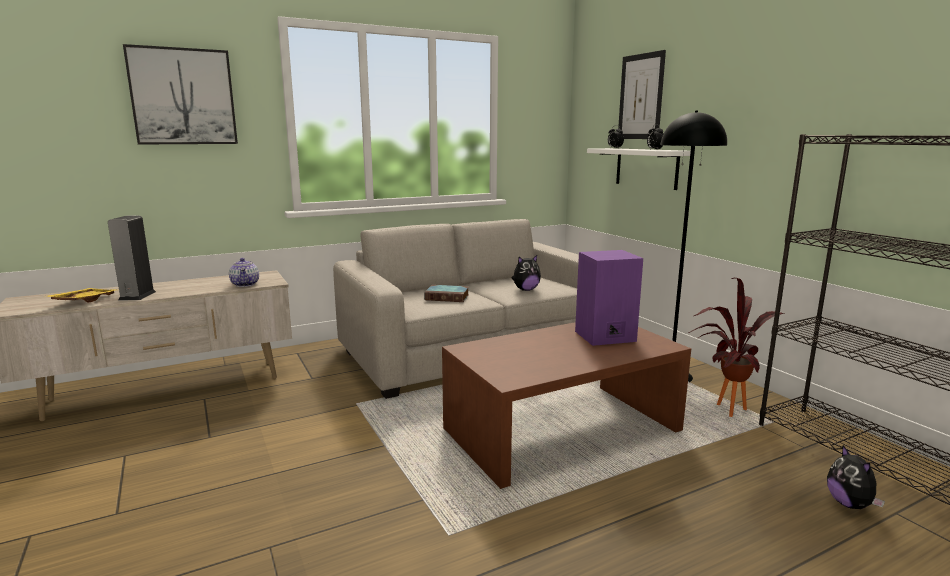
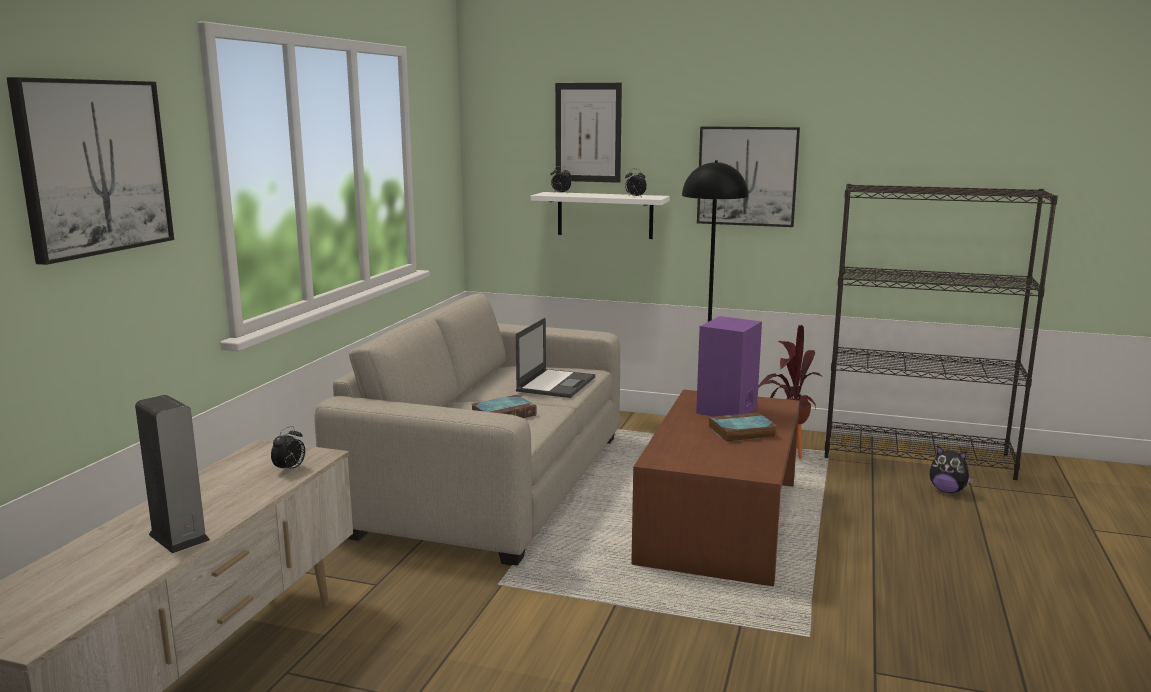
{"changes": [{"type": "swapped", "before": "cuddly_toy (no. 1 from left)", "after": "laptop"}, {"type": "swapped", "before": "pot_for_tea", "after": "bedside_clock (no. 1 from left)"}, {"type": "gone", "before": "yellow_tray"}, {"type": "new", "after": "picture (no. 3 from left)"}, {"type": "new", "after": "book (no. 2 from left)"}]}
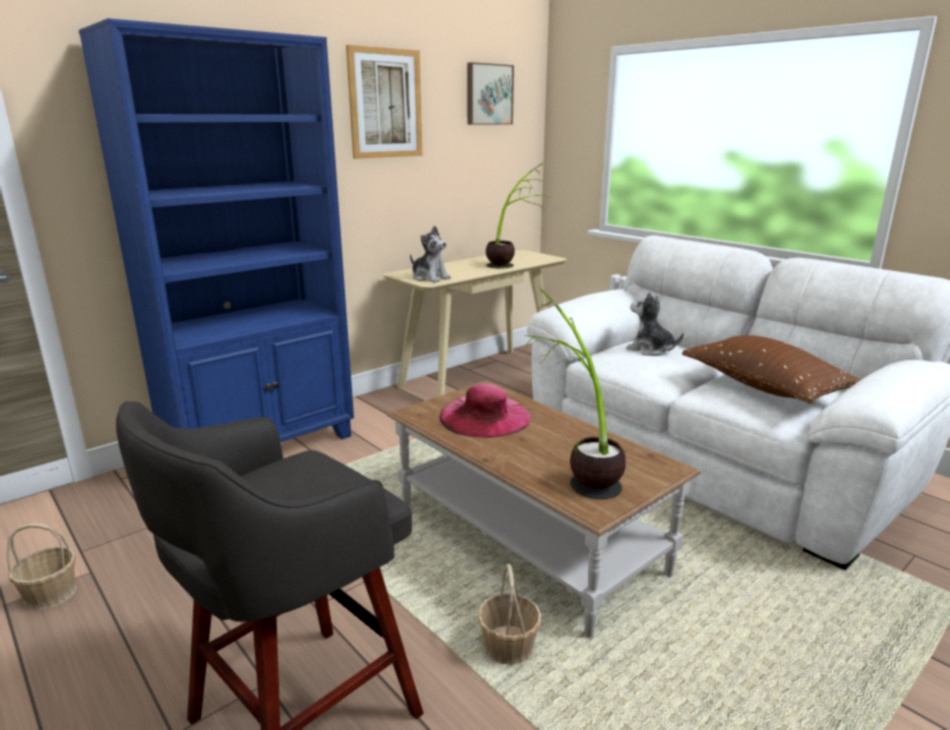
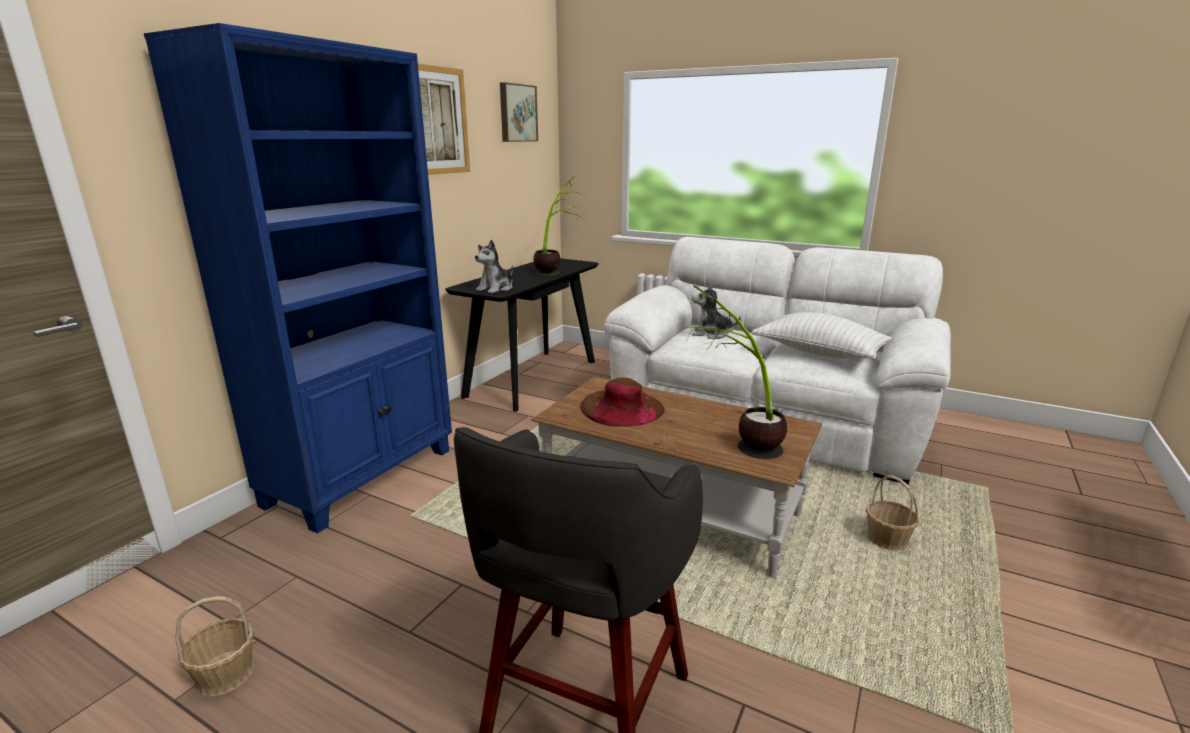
{"changes": [{"type": "rotated", "before": "cuddly_toy (no. 1 from left)", "turn": 105}, {"type": "repainted", "before": "beige-coloured_narrow_table", "after": "black_narrow_table"}, {"type": "repainted", "before": "brown_cushion", "after": "whitish_cushion"}, {"type": "repainted", "before": "pinkish_hat", "after": "brown_hat"}, {"type": "shifted", "before": "household_basket (no. 2 from left)"}]}
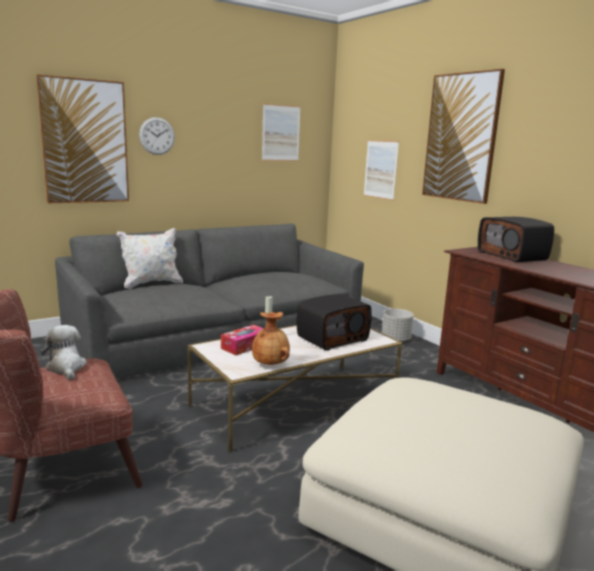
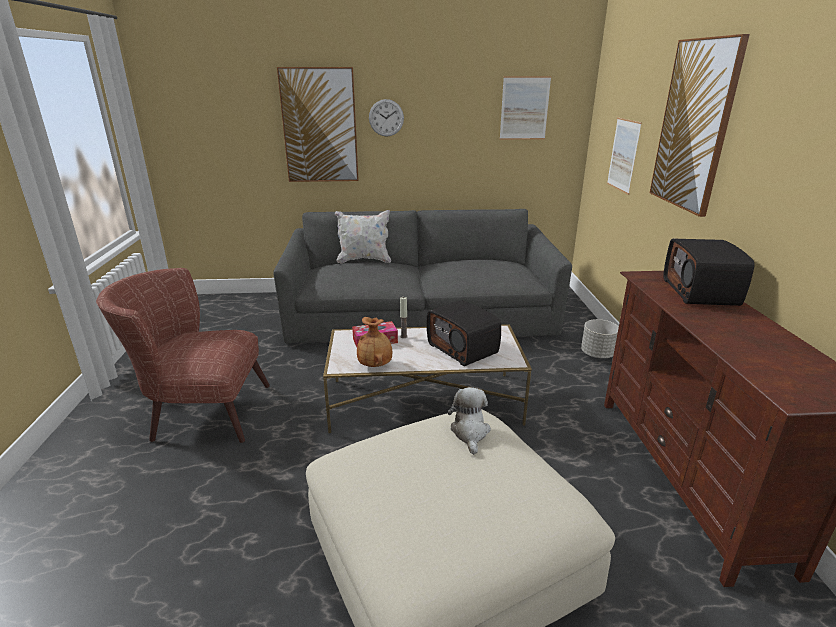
{"changes": [{"type": "rotated", "before": "radio (no. 1 from left)", "turn": 60}, {"type": "shifted", "before": "cuddly_toy"}]}
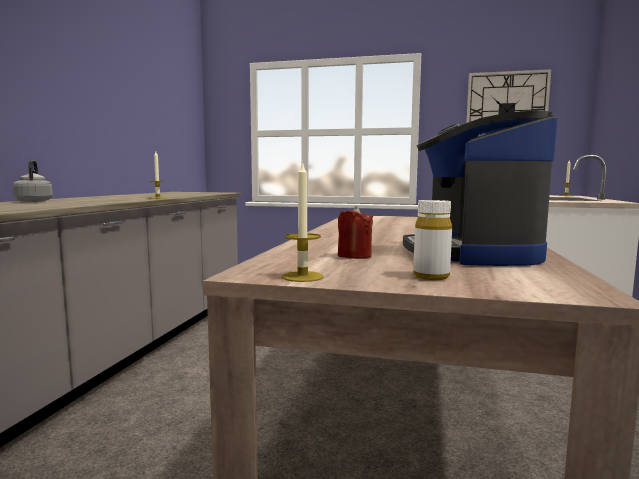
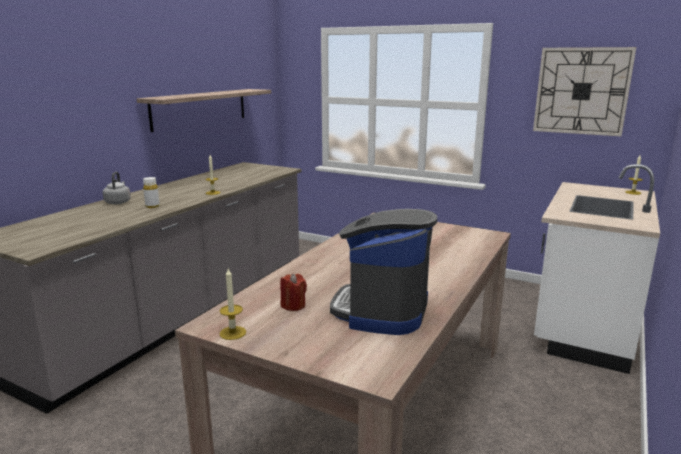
{"changes": [{"type": "shifted", "before": "whitish_bottle"}, {"type": "new", "after": "bracket_shelf"}]}
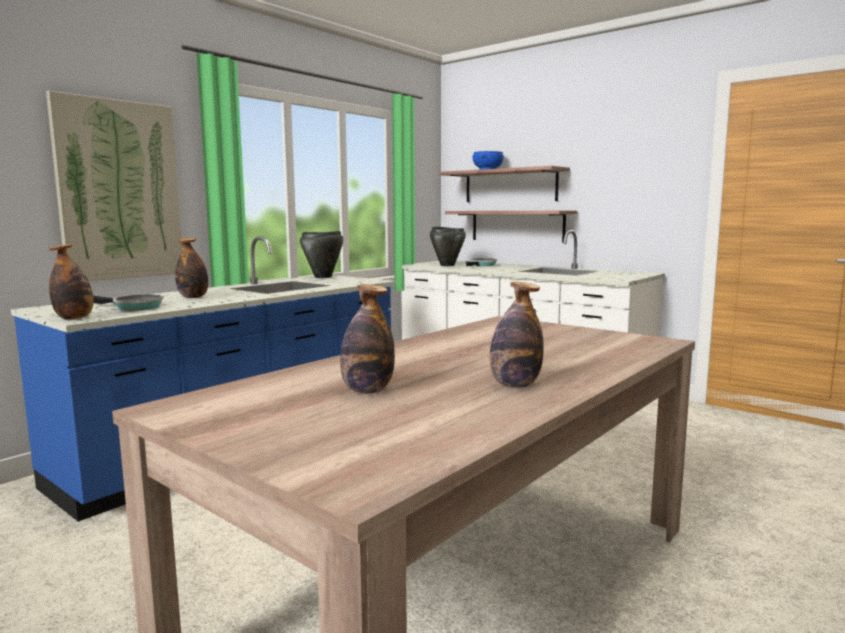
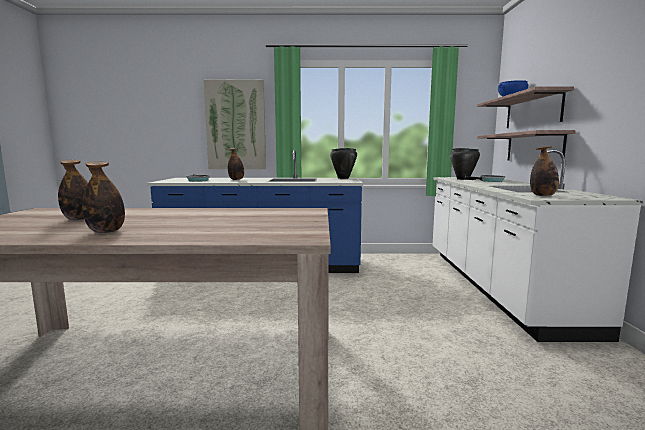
{"changes": [{"type": "shifted", "before": "bottle (no. 1 from left in the first image)", "after": "bottle (no. 4 from left)"}]}
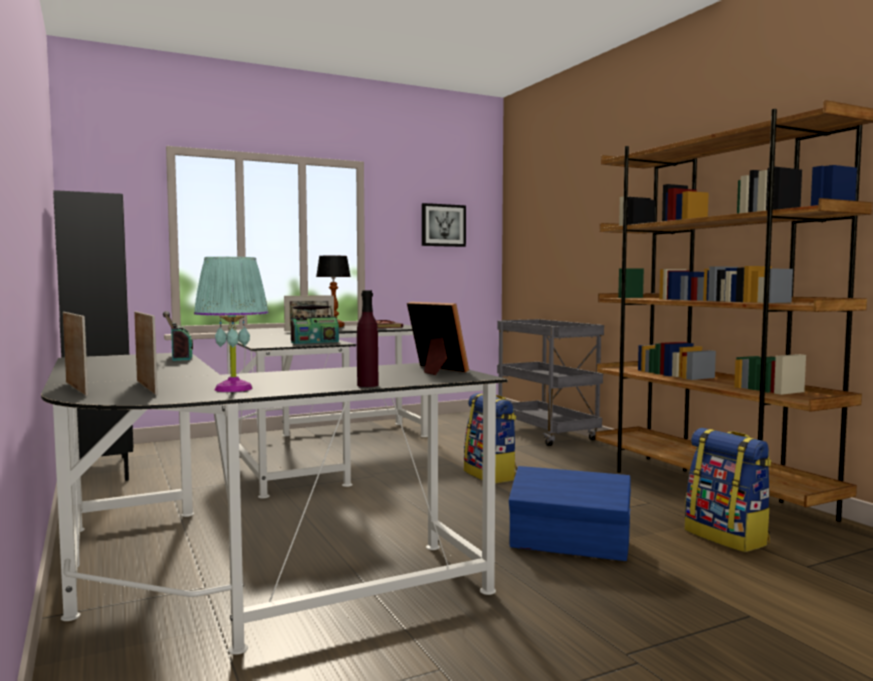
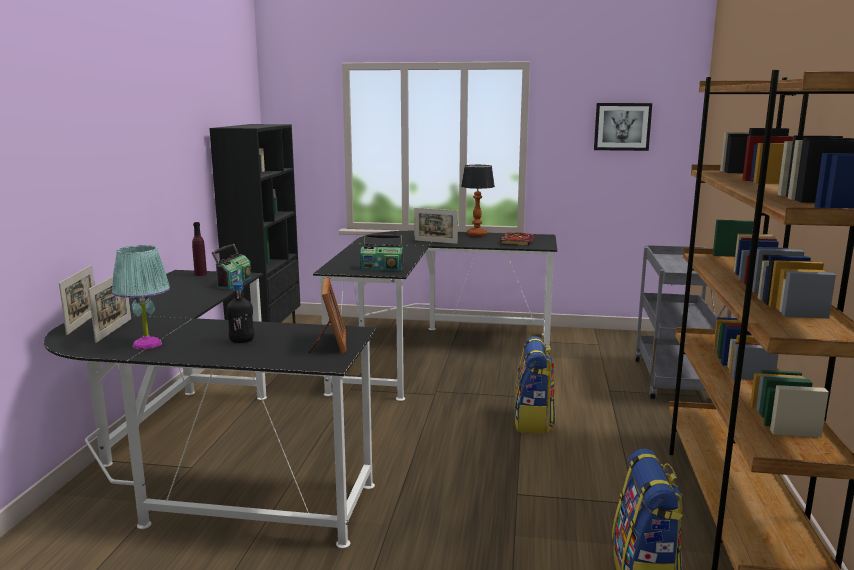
{"changes": [{"type": "shifted", "before": "purple-coloured_bottle"}, {"type": "gone", "before": "bluish_storage_container"}, {"type": "new", "after": "black_bottle"}]}
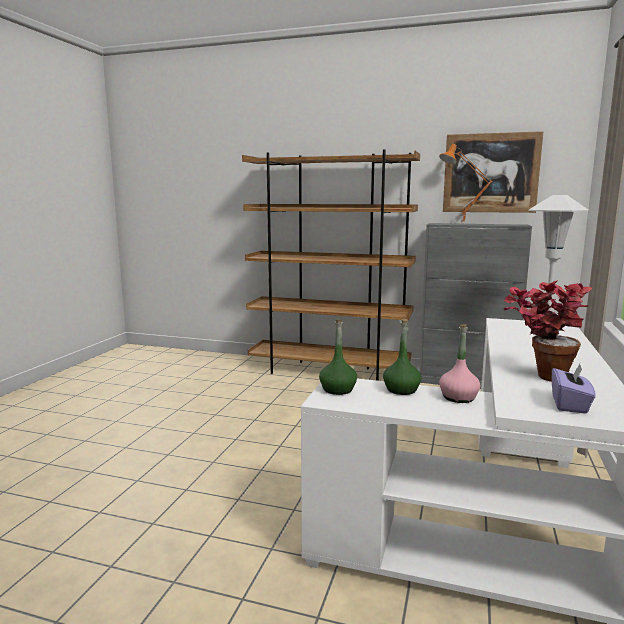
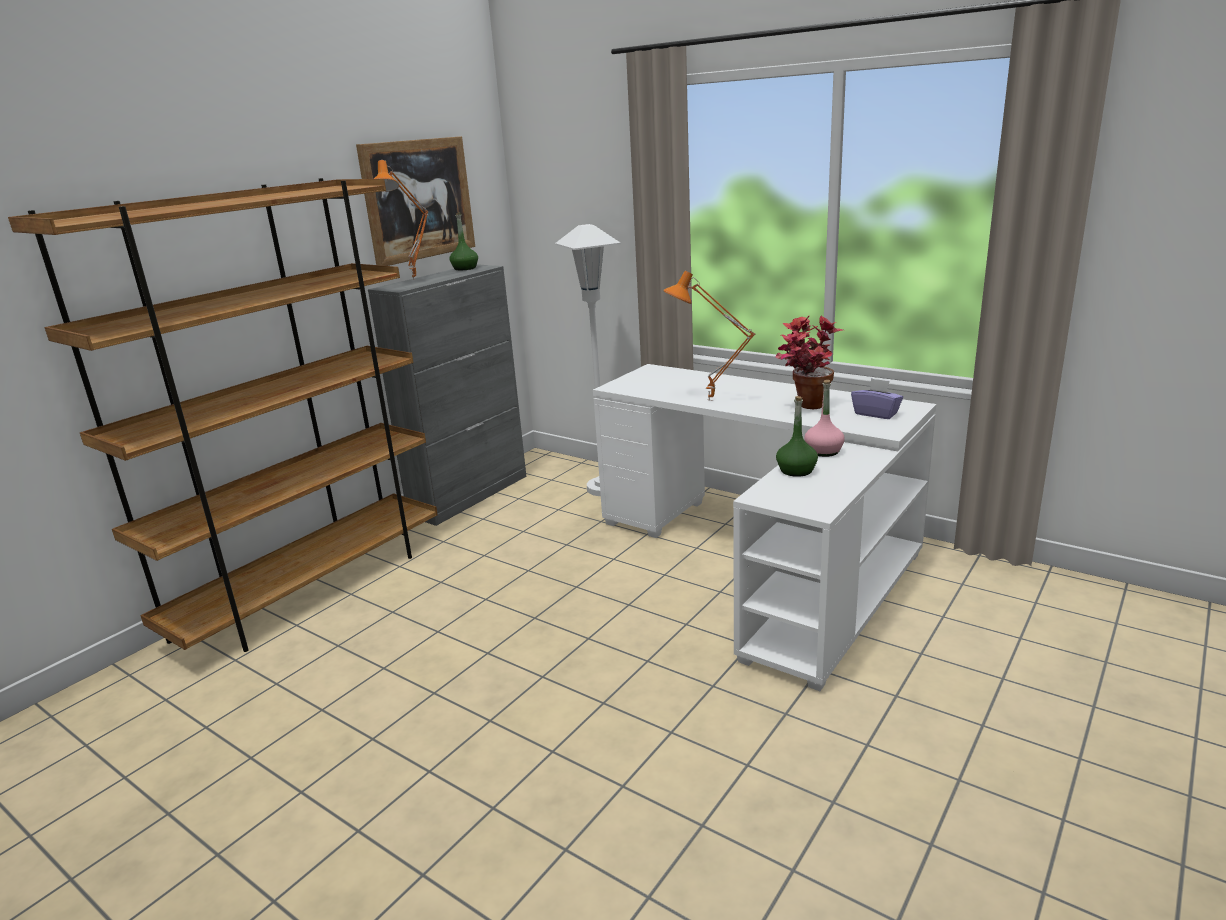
{"changes": [{"type": "shifted", "before": "green-coloured_bottle (no. 1 from left)"}, {"type": "new", "after": "orange-coloured_table_lamp (no. 2 from left)"}]}
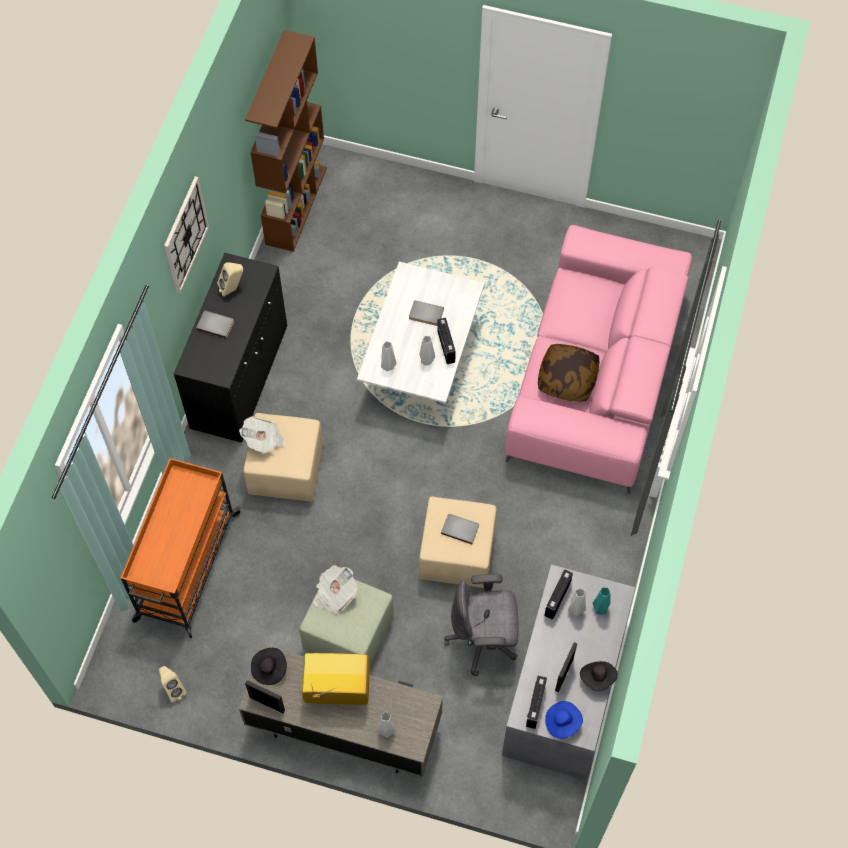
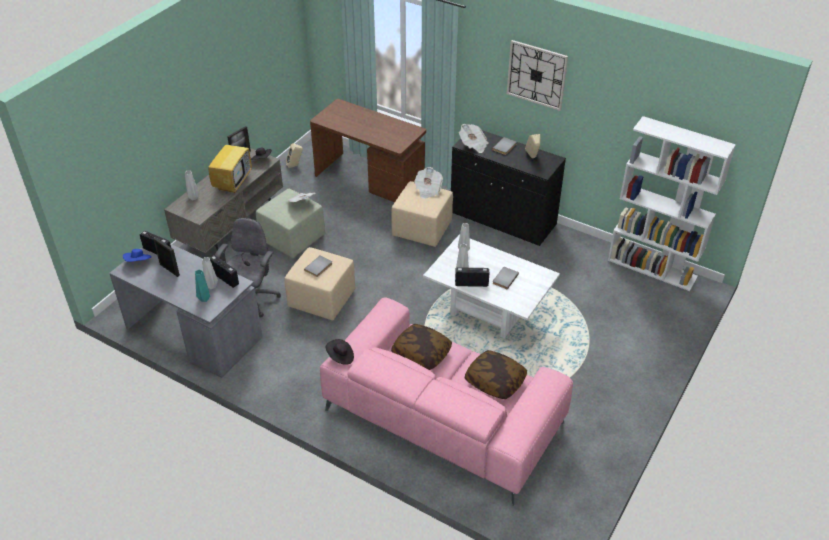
{"changes": [{"type": "repainted", "before": "brown_shelving_unit", "after": "whitish_shelving_unit"}, {"type": "swapped", "before": "orange-coloured_cart", "after": "brown_desk_table"}, {"type": "shifted", "before": "black_hat (no. 2 from left)"}, {"type": "new", "after": "newspaper (no. 3 from left)"}, {"type": "new", "after": "cushion (no. 2 from left)"}]}
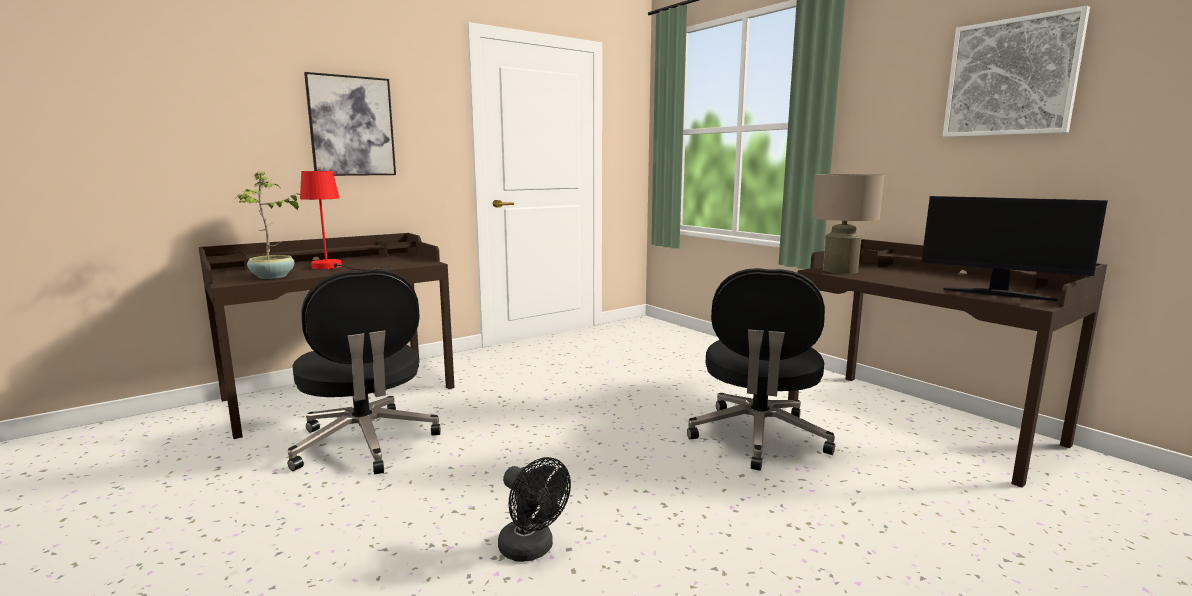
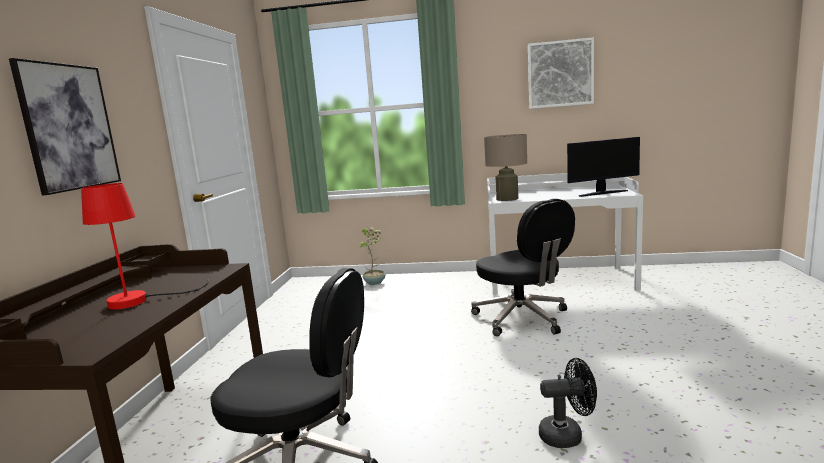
{"changes": [{"type": "shifted", "before": "potted_plant"}, {"type": "repainted", "before": "brown_desk_table (no. 2 from left)", "after": "whitish_desk_table"}]}
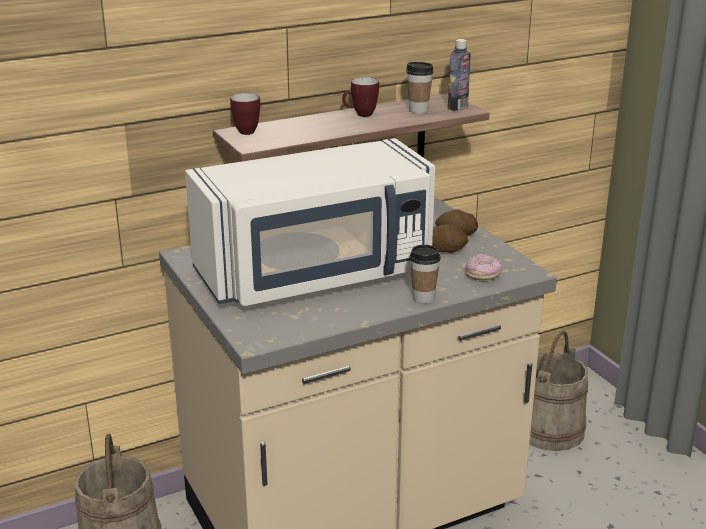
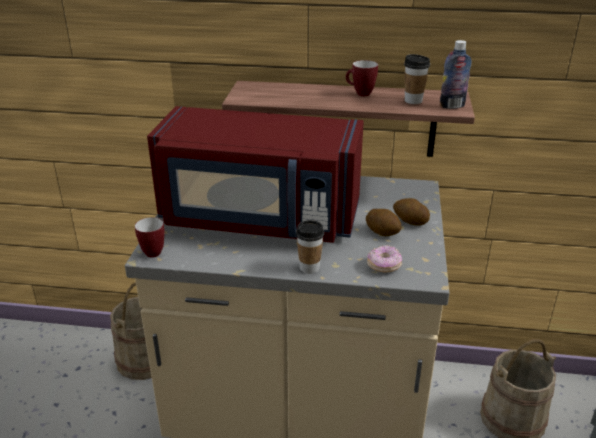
{"changes": [{"type": "shifted", "before": "mug (no. 1 from left)"}, {"type": "repainted", "before": "whitish_microwave", "after": "red-coloured_microwave"}]}
